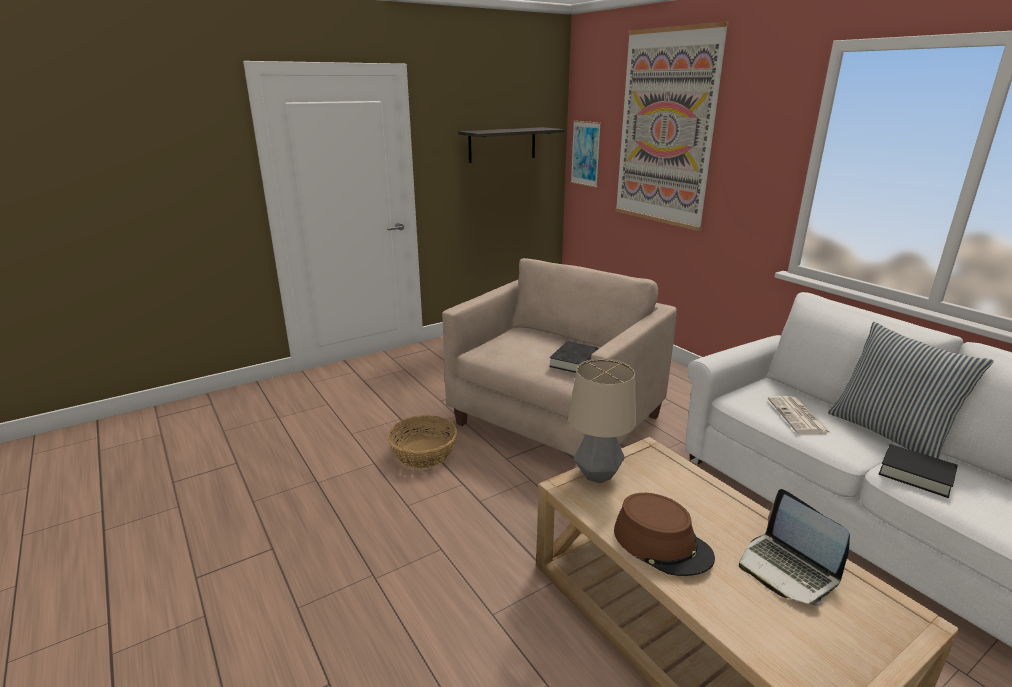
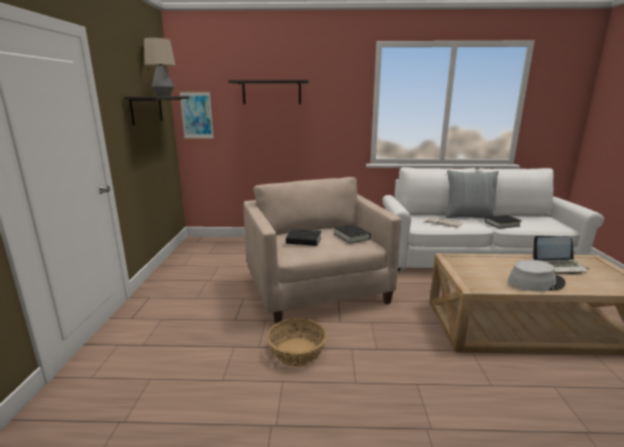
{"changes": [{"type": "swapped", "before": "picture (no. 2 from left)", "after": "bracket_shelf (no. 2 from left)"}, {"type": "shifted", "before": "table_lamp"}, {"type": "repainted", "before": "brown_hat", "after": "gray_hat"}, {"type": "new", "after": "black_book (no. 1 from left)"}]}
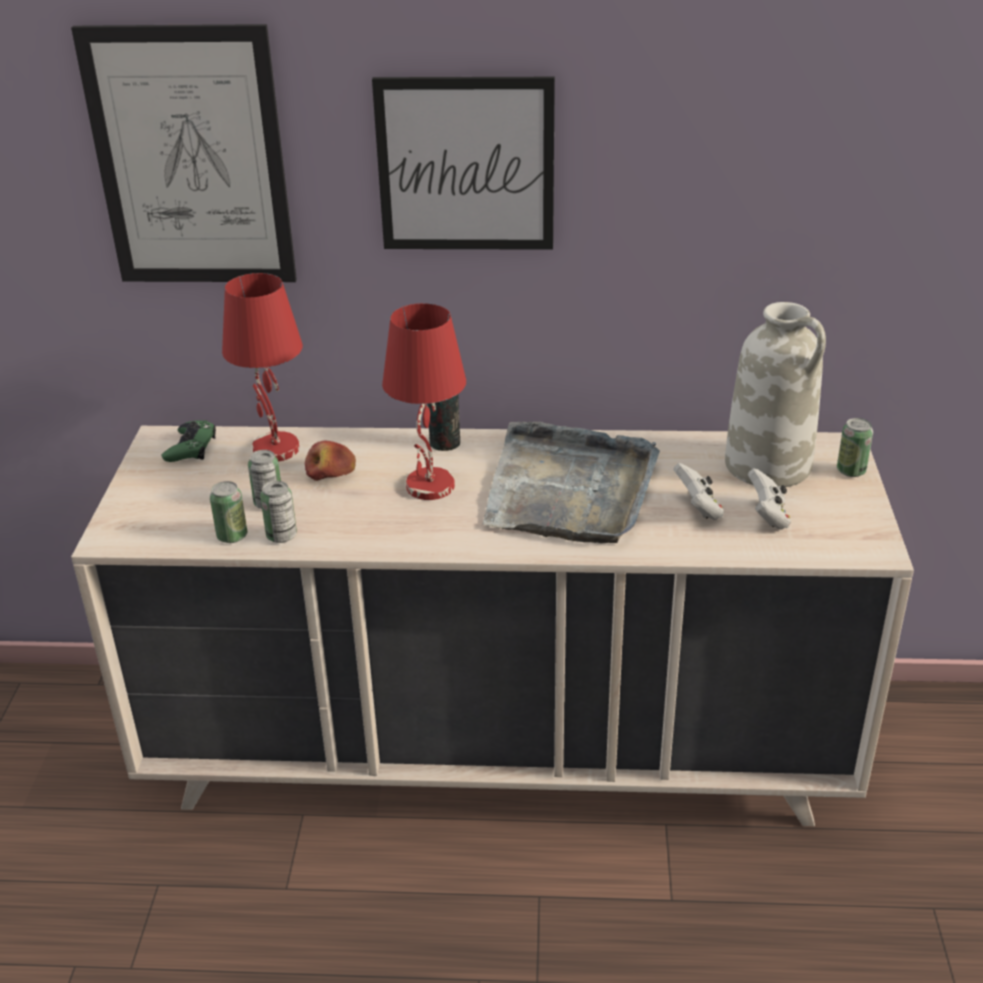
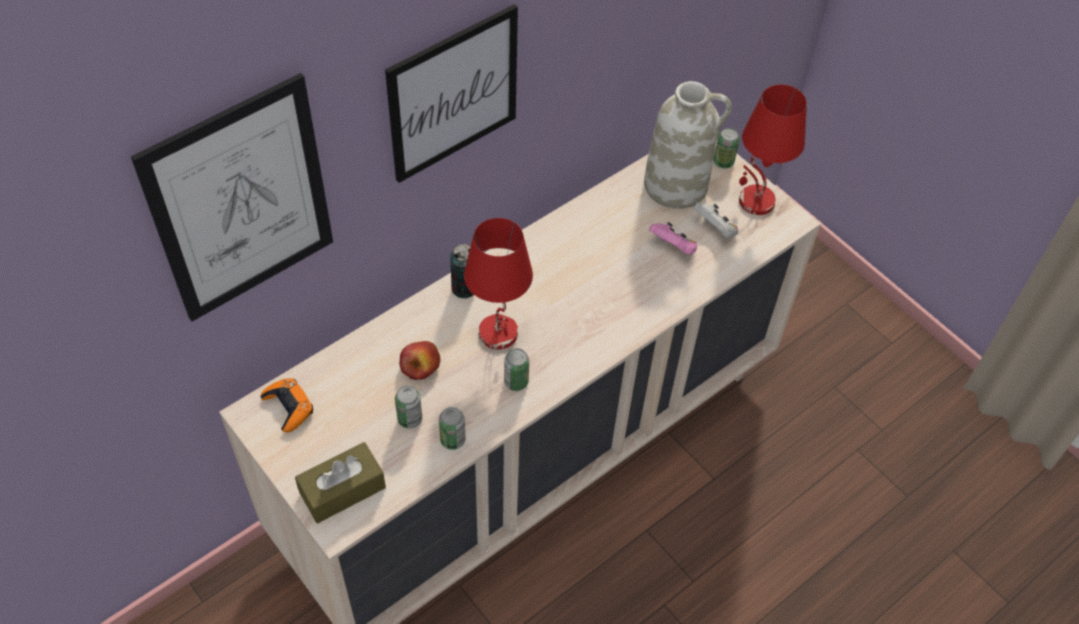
{"changes": [{"type": "shifted", "before": "red-coloured_table_lamp (no. 1 from left in the first image)", "after": "red-coloured_table_lamp (no. 2 from left)"}, {"type": "repainted", "before": "green-coloured_game_controller", "after": "orange-coloured_game_controller"}, {"type": "gone", "before": "gray_tray"}, {"type": "repainted", "before": "whitish_game_controller (no. 1 from left)", "after": "pinkish_game_controller"}, {"type": "shifted", "before": "can (no. 1 from left in the first image)", "after": "can (no. 4 from left)"}, {"type": "new", "after": "brown_tissue_holder"}]}
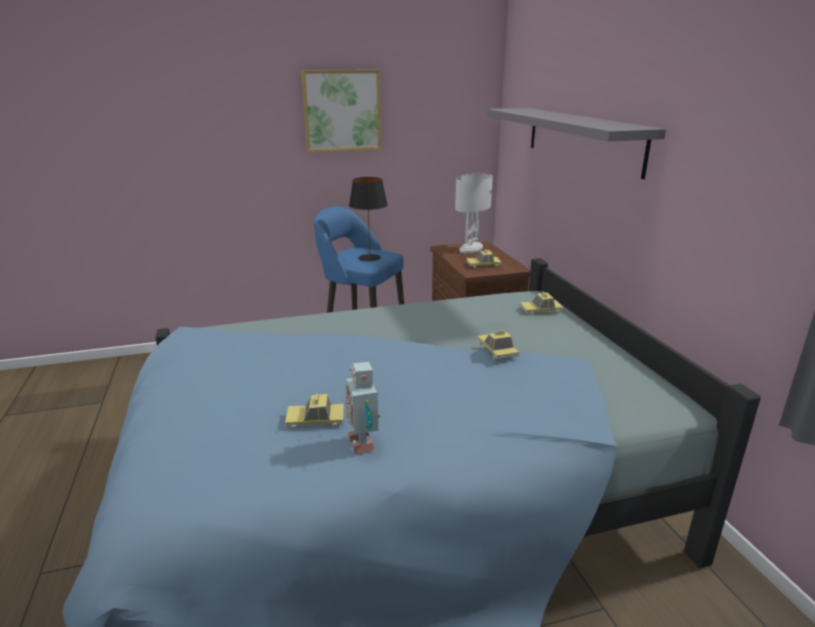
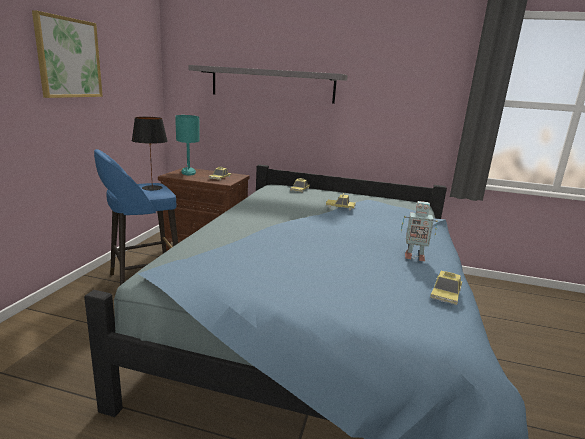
{"changes": [{"type": "repainted", "before": "whitish_table_lamp", "after": "blue-green_table_lamp"}, {"type": "shifted", "before": "miniature_car (no. 1 from left in the first image)", "after": "miniature_car (no. 4 from left)"}]}
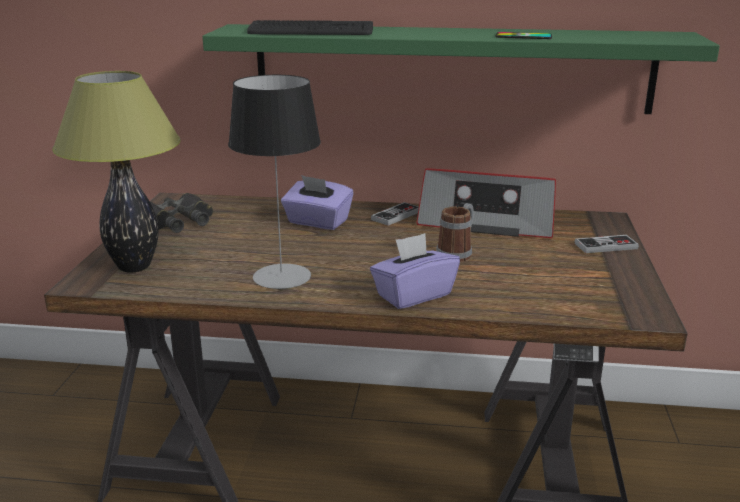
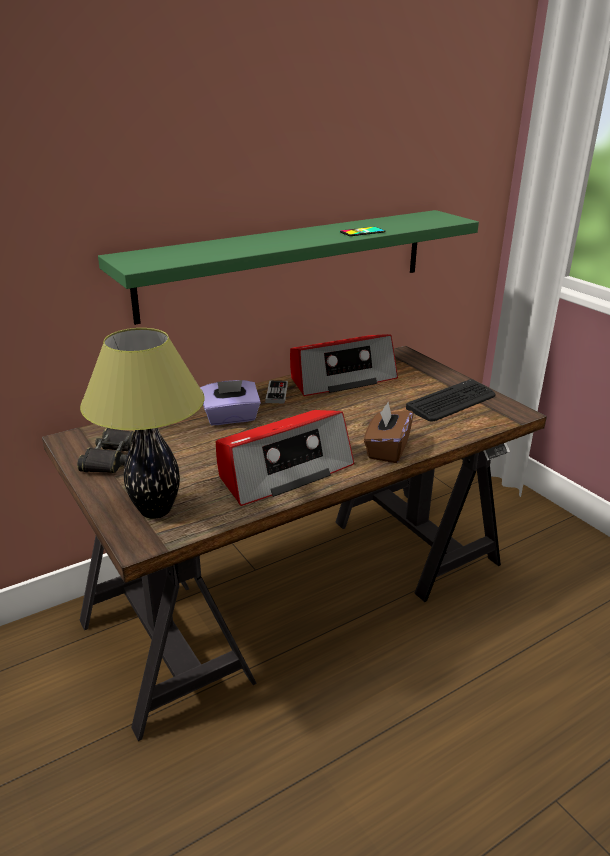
{"changes": [{"type": "shifted", "before": "computer_keyboard"}, {"type": "swapped", "before": "table_lamp (no. 2 from left)", "after": "radio (no. 1 from left)"}, {"type": "gone", "before": "mug"}, {"type": "repainted", "before": "purple-coloured_tissue_holder (no. 2 from left)", "after": "brown_tissue_holder"}, {"type": "gone", "before": "game_controller (no. 2 from left)"}]}
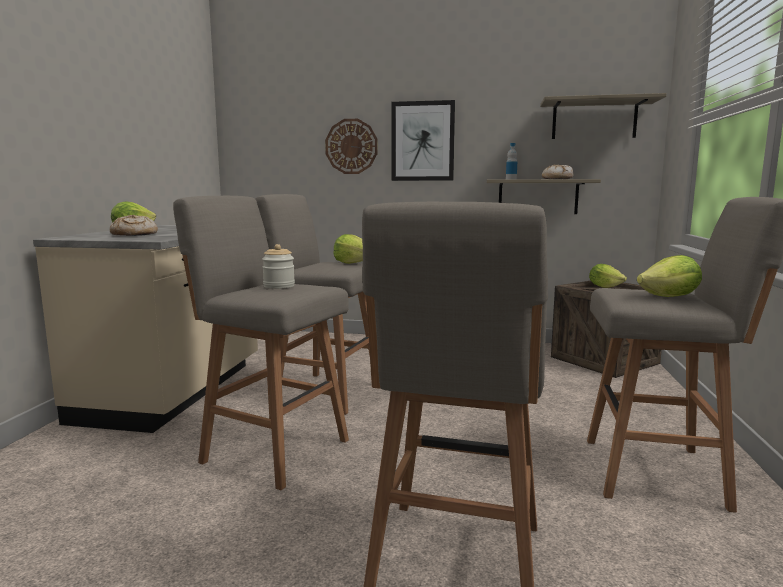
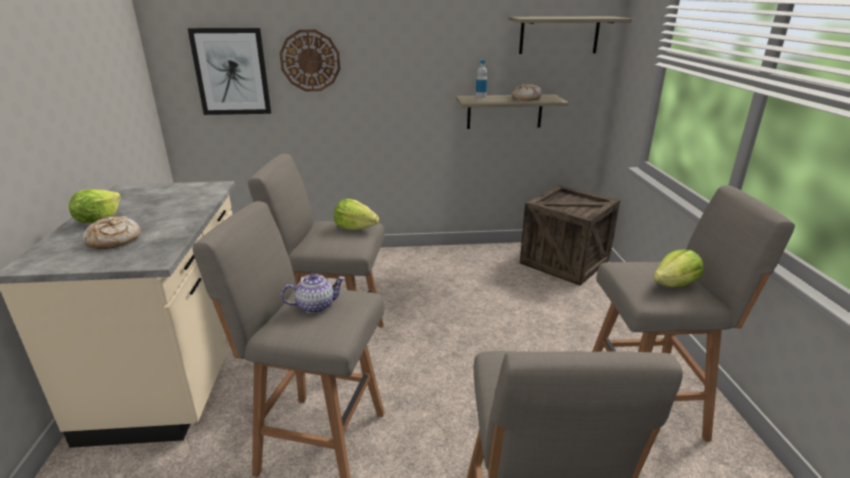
{"changes": [{"type": "shifted", "before": "picture"}, {"type": "swapped", "before": "jar", "after": "pot_for_tea"}, {"type": "gone", "before": "head_of_lettuce (no. 3 from left)"}]}
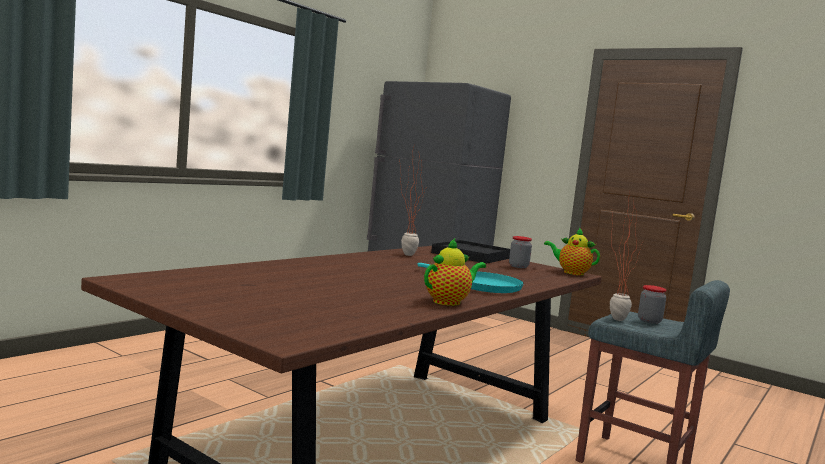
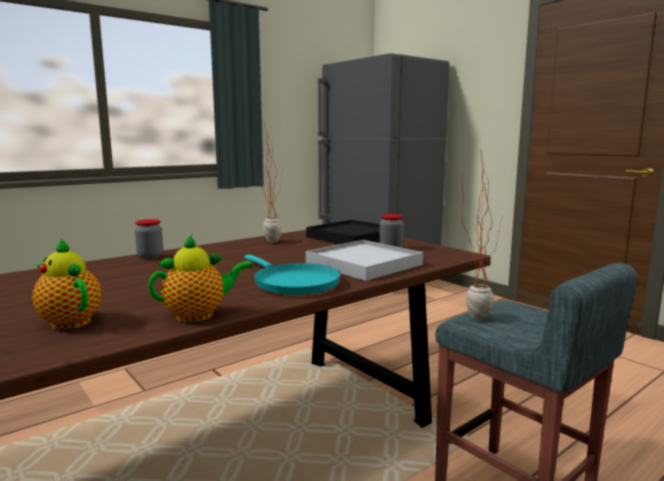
{"changes": [{"type": "shifted", "before": "pot_for_tea (no. 2 from left in the first image)", "after": "pot_for_tea (no. 1 from left)"}, {"type": "shifted", "before": "jar (no. 2 from left in the first image)", "after": "jar (no. 1 from left)"}, {"type": "new", "after": "whitish_tray"}]}
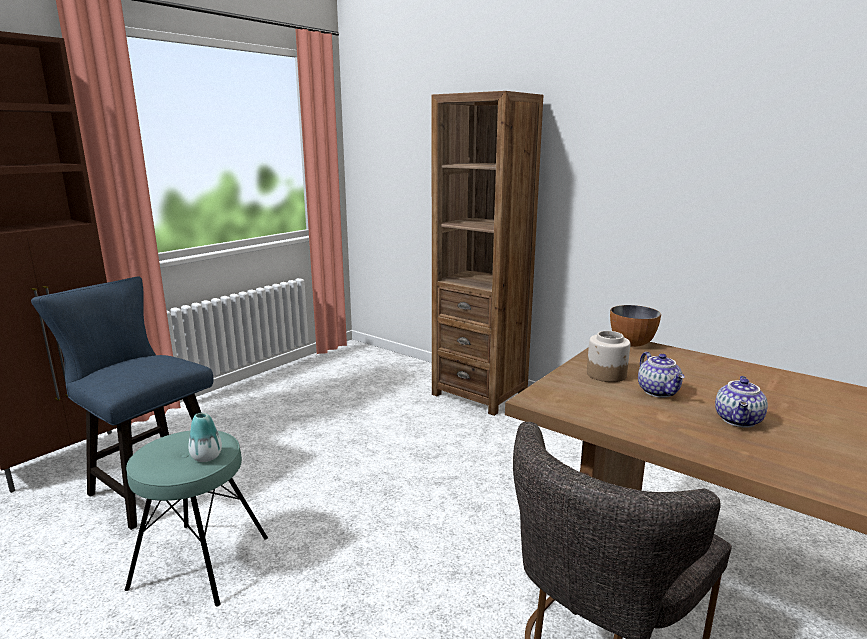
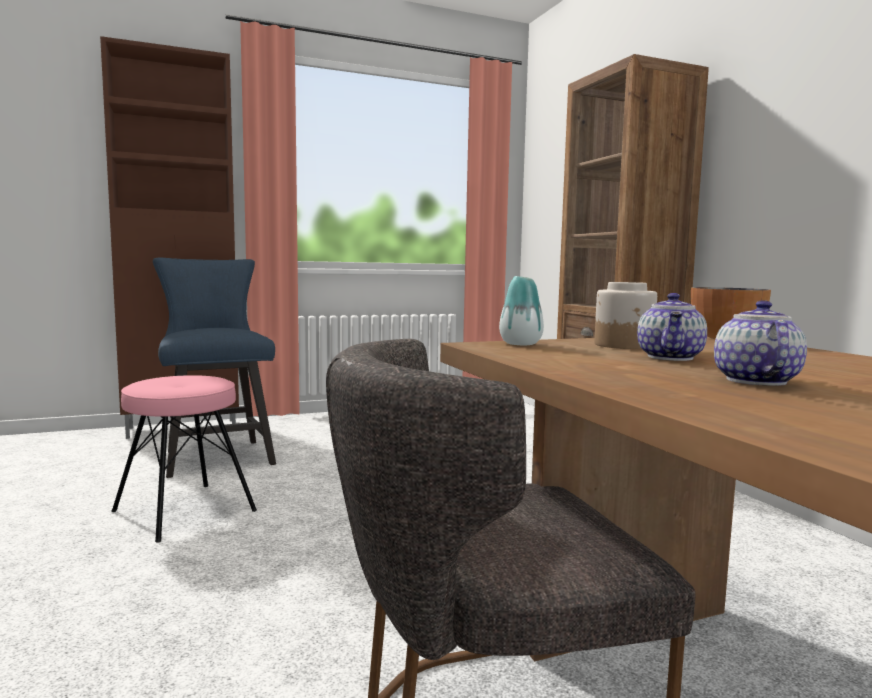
{"changes": [{"type": "rotated", "before": "pot_for_tea (no. 2 from left)", "turn": 135}, {"type": "shifted", "before": "vase"}, {"type": "repainted", "before": "blue-green_stool", "after": "pinkish_stool"}]}
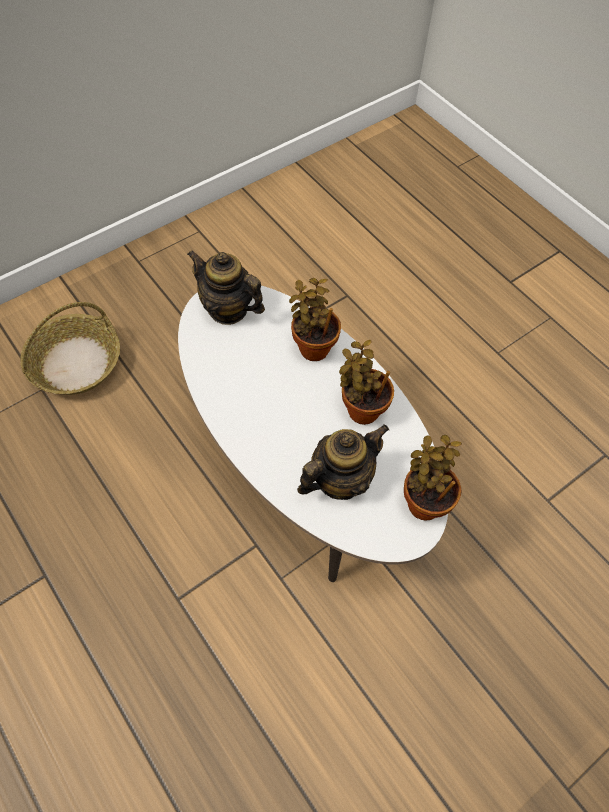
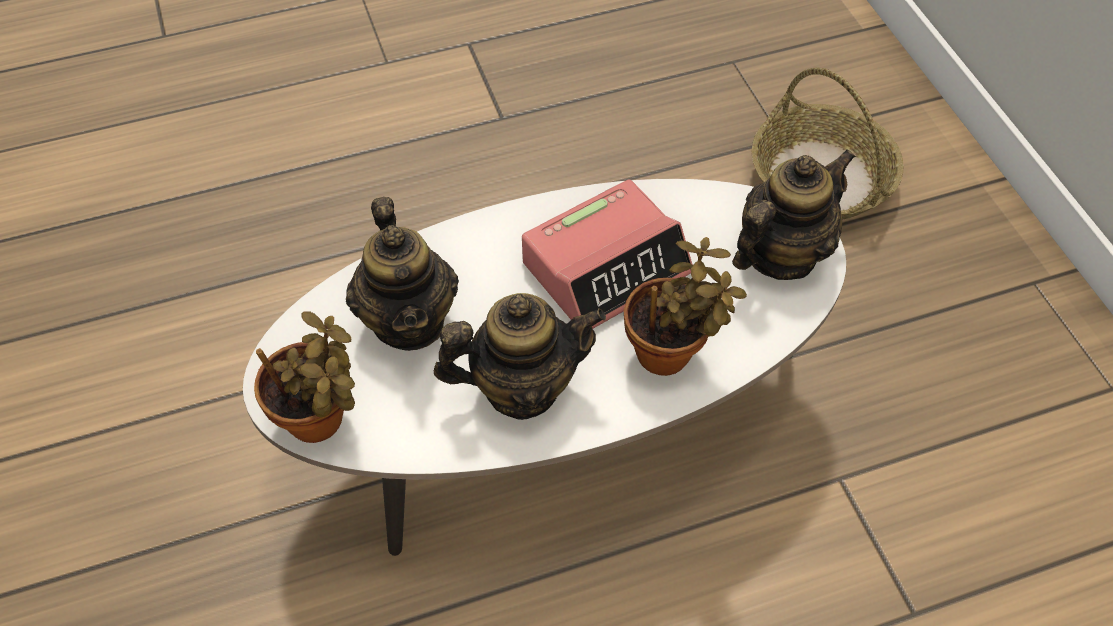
{"changes": [{"type": "swapped", "before": "potted_plant (no. 2 from left)", "after": "pot_for_tea (no. 2 from left)"}, {"type": "new", "after": "bedside_clock"}]}
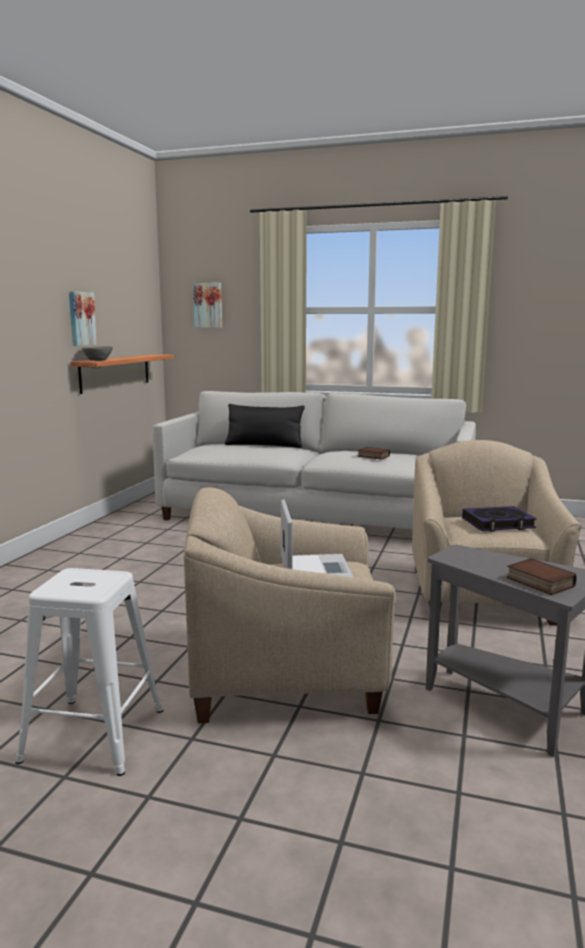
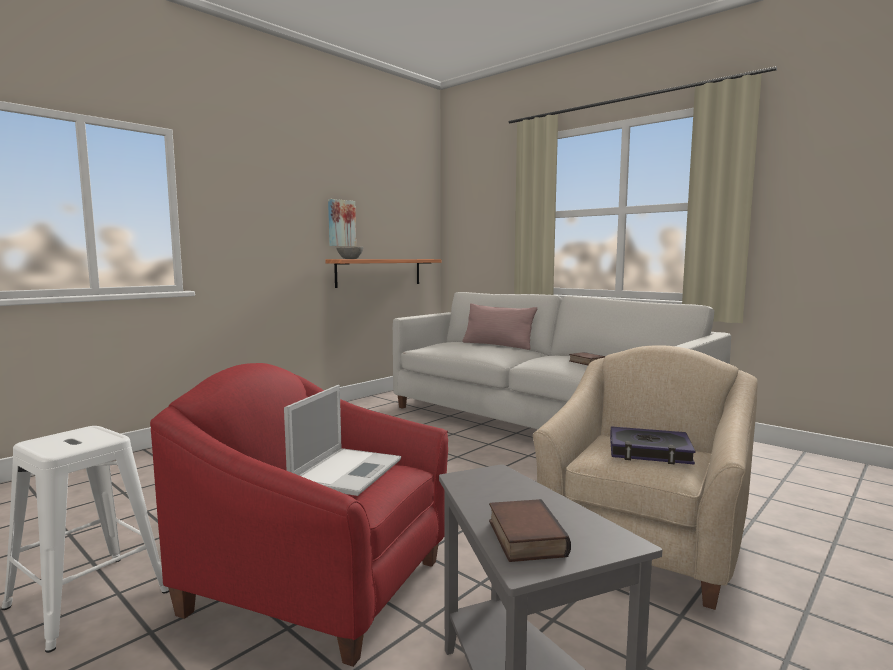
{"changes": [{"type": "gone", "before": "picture (no. 2 from left)"}, {"type": "repainted", "before": "black_cushion", "after": "pinkish_cushion"}, {"type": "repainted", "before": "beige-coloured_lounge_chair (no. 1 from left)", "after": "red-coloured_lounge_chair"}]}
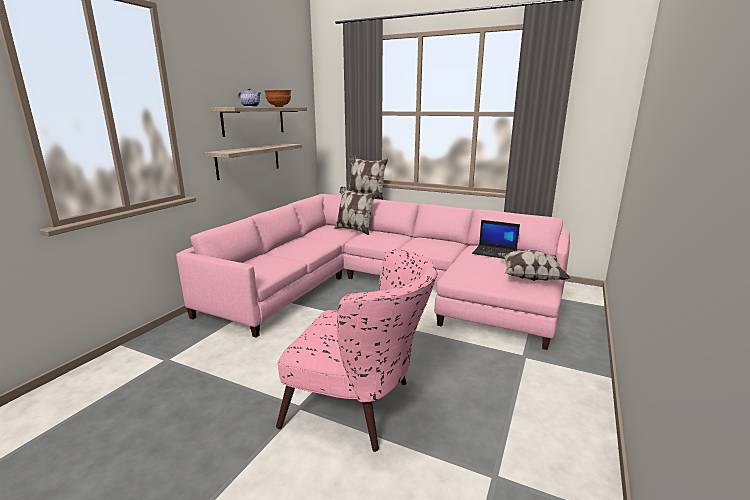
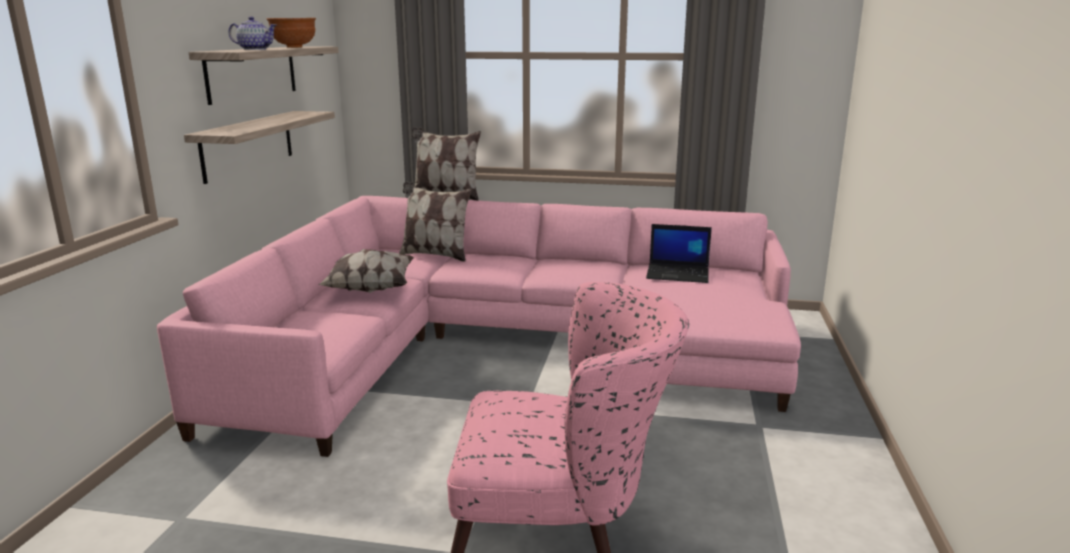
{"changes": [{"type": "shifted", "before": "cushion (no. 3 from left in the first image)", "after": "cushion (no. 1 from left)"}]}
